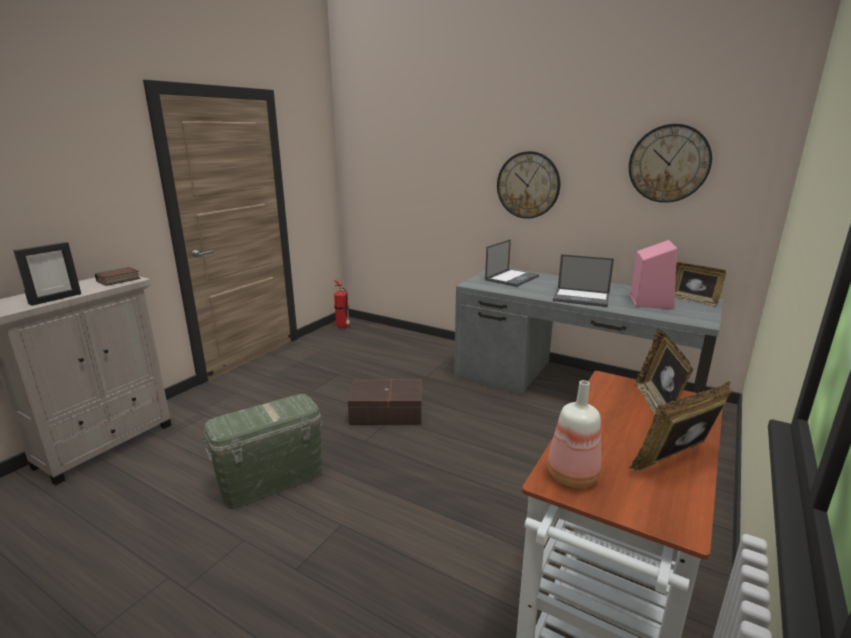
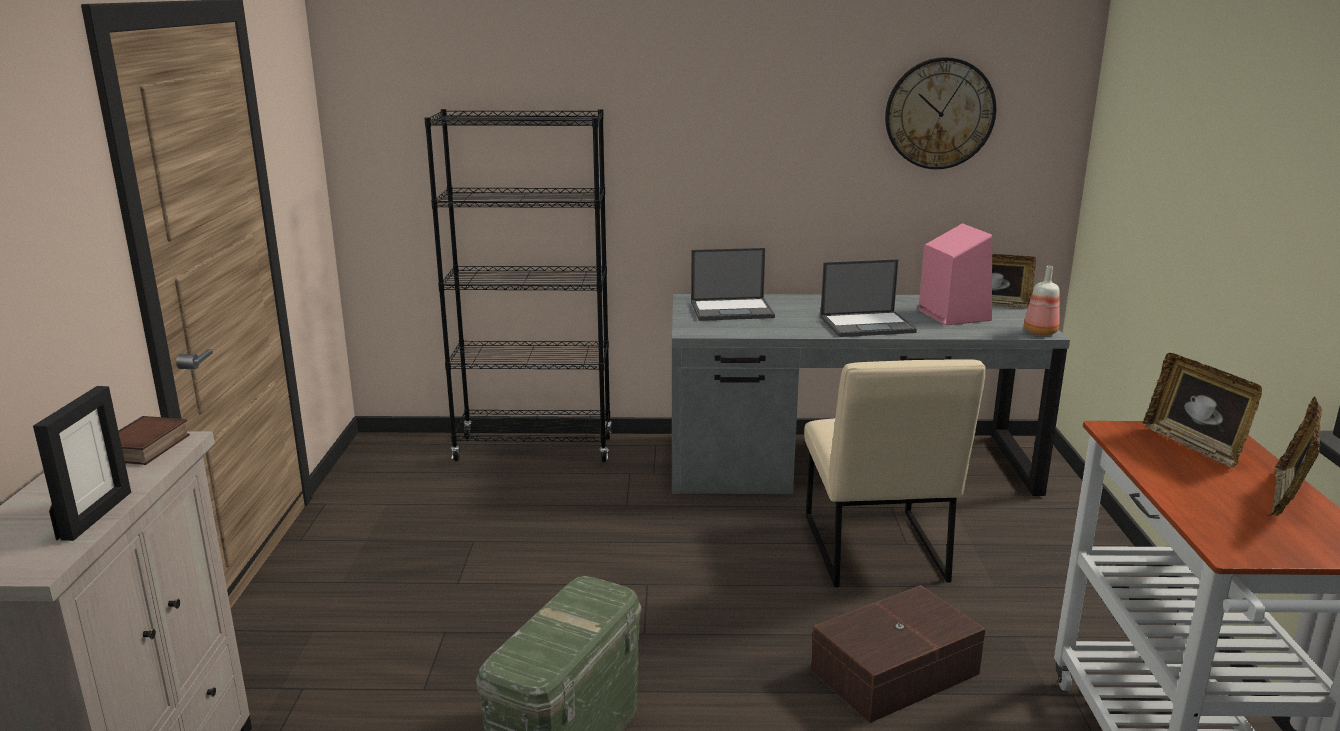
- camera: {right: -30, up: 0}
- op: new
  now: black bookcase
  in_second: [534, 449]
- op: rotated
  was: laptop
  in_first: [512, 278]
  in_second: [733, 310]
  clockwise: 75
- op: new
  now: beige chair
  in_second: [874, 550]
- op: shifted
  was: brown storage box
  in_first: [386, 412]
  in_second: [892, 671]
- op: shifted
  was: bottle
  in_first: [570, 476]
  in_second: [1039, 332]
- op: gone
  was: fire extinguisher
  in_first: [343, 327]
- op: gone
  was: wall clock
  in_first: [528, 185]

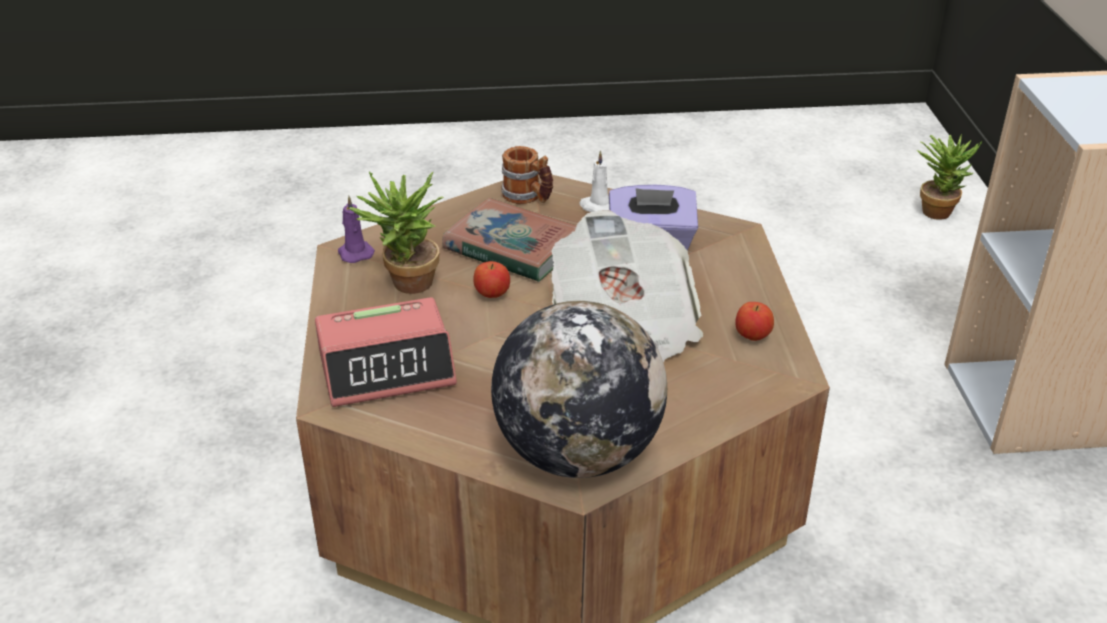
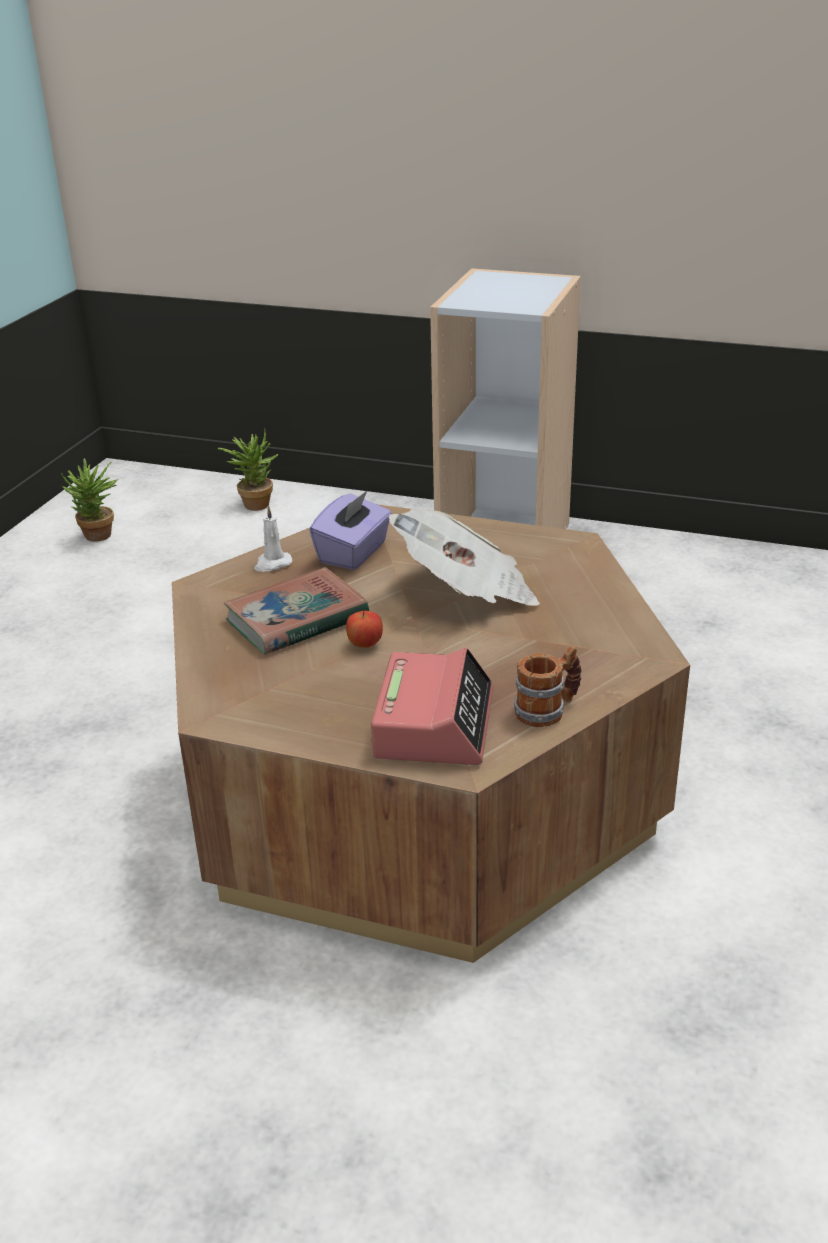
- camera: {right: -65, up: -5}
- op: shifted
  was: potted plant
  in_first: [405, 285]
  in_second: [98, 538]
- op: shifted
  was: mug
  in_first: [528, 197]
  in_second: [547, 710]
- op: gone
  was: purple candle
  in_first: [355, 253]
- op: gone
  was: globe
  in_first: [577, 453]
- op: gone
  was: apple
  in_first: [752, 336]

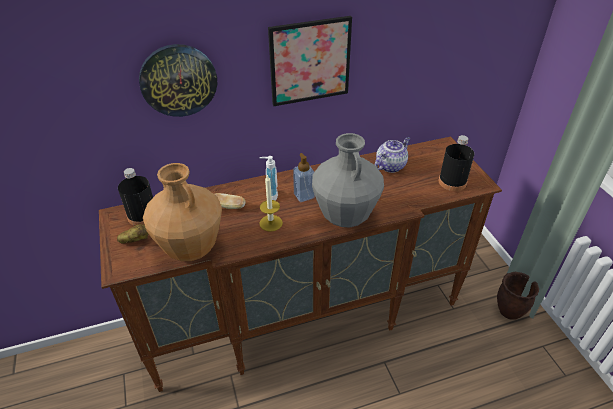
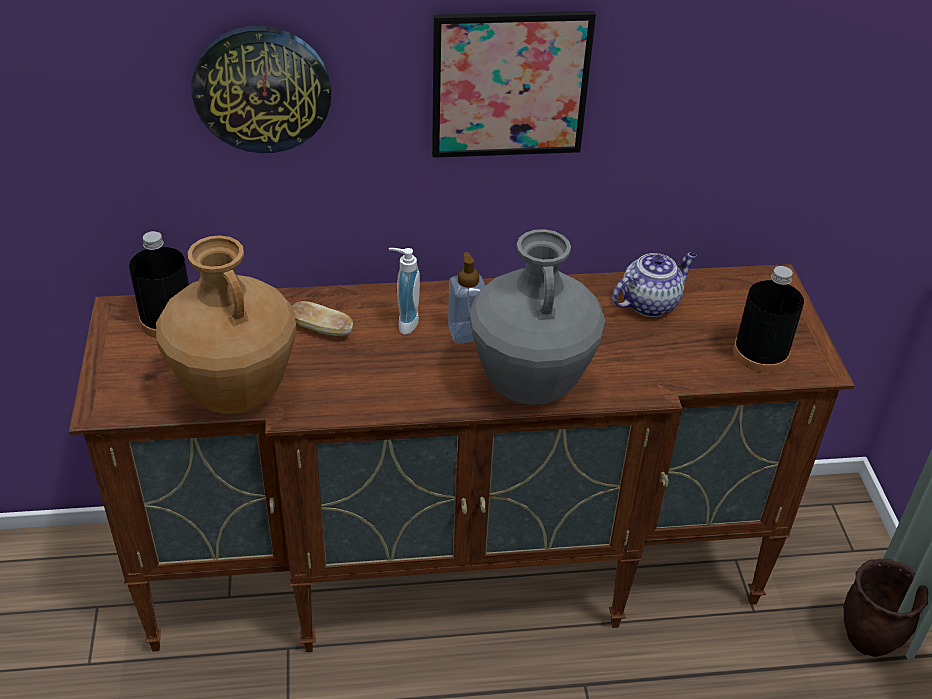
- camera: {right: 10, up: 0}
- op: gone
  was: potato
  in_first: [135, 240]
- op: gone
  was: candle
  in_first: [271, 223]

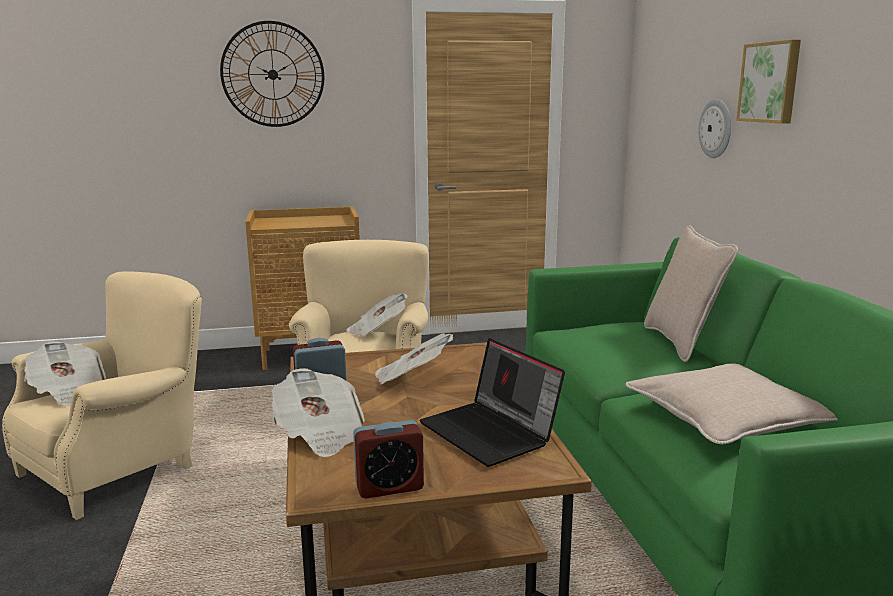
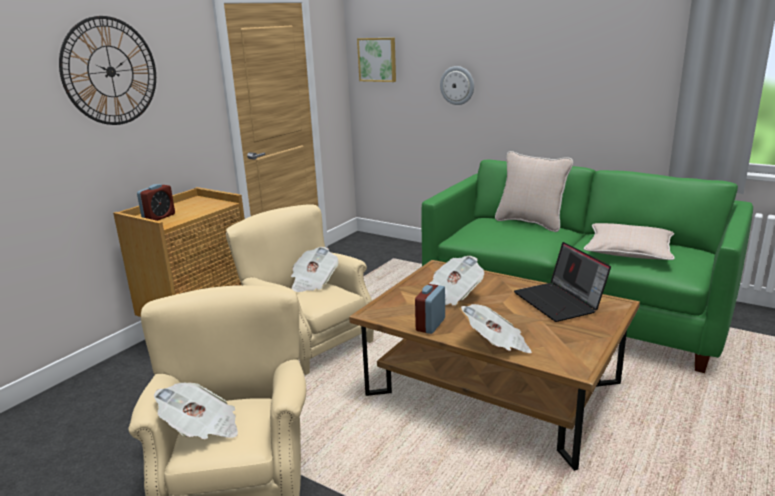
- camera: {right: -45, up: 5}
- op: shifted
  was: alarm clock
  in_first: [389, 487]
  in_second: [159, 217]
- op: shifted
  was: picture
  in_first: [770, 82]
  in_second: [377, 59]
- op: rotated
  was: laptop
  in_first: [491, 433]
  in_second: [560, 302]
  clockwise: 60

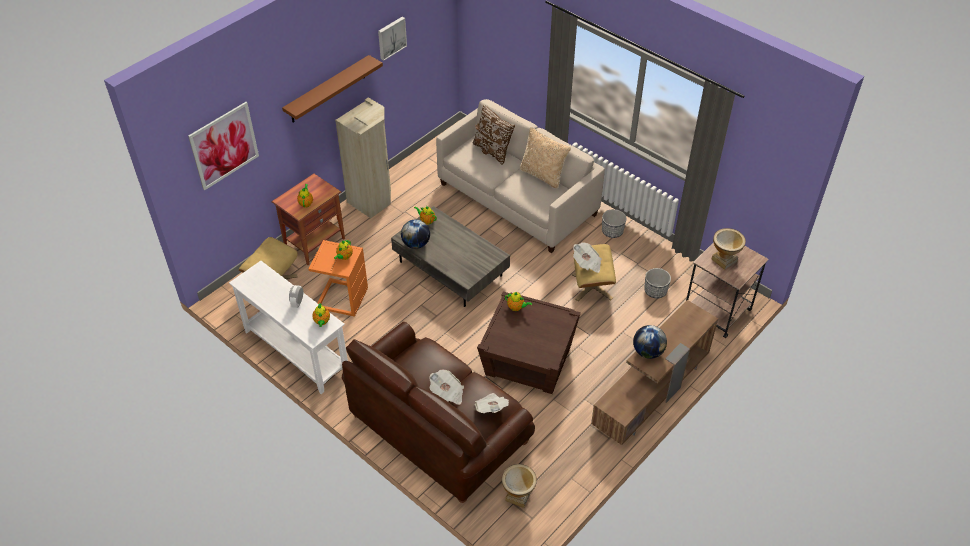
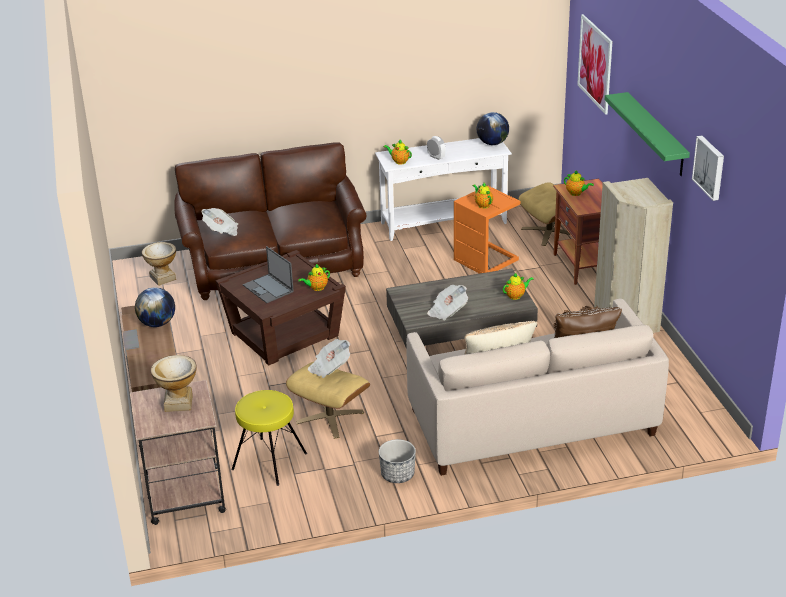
- camera: {right: 125, up: -15}
- op: swapped
  was: planter
  now: yellow stool
  in_first: [655, 291]
  in_second: [269, 461]
- op: new
  now: laptop
  in_second: [268, 289]
- op: shifted
  was: newspaper
  in_first: [447, 393]
  in_second: [447, 311]
- op: shifted
  was: globe
  in_first: [416, 244]
  in_second: [492, 143]
- op: repainted
  was: brown shelf
  now: green shelf
  in_first: [328, 90]
  in_second: [656, 134]

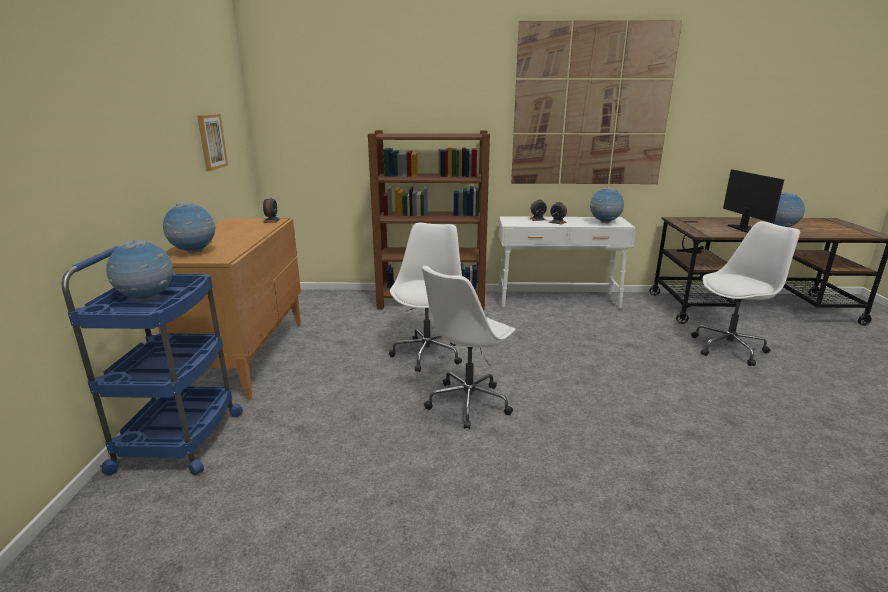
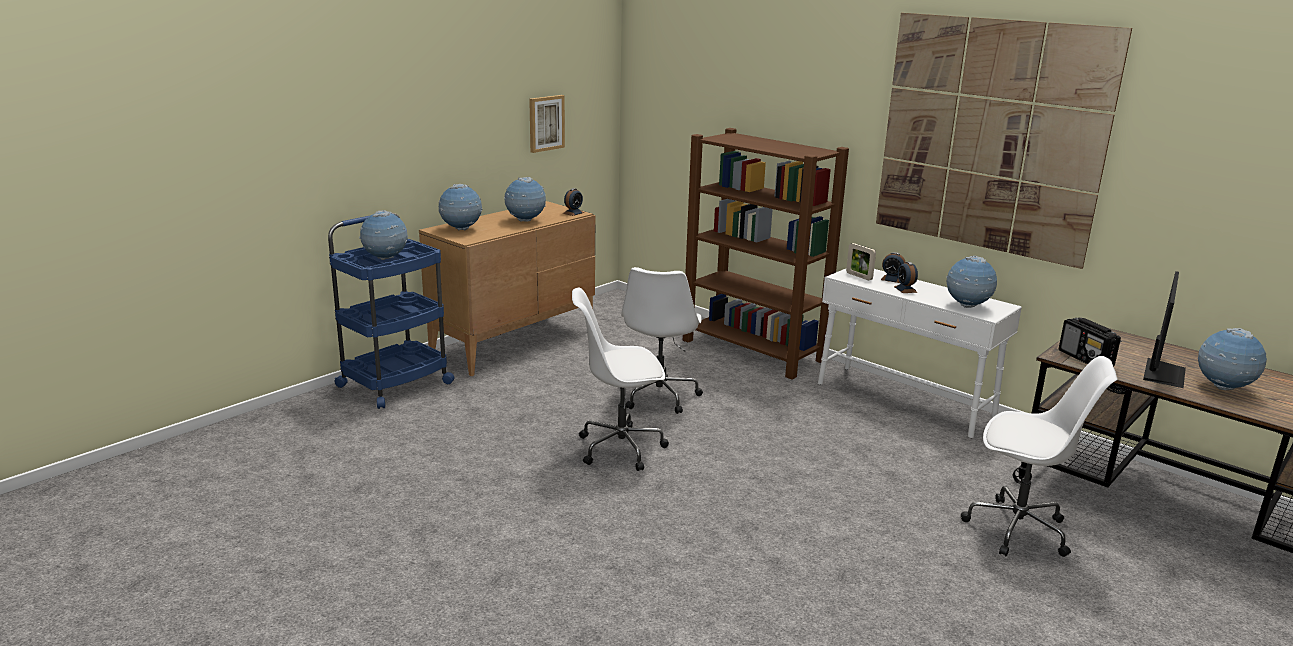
- camera: {right: 40, up: 0}
- op: new
  now: globe
  in_second: [525, 221]
- op: rotated
  was: white office chair
  in_first: [428, 354]
  in_second: [658, 397]
  clockwise: 135
- op: new
  now: picture frame
  in_second: [859, 276]
- op: new
  now: radio
  in_second: [1085, 359]

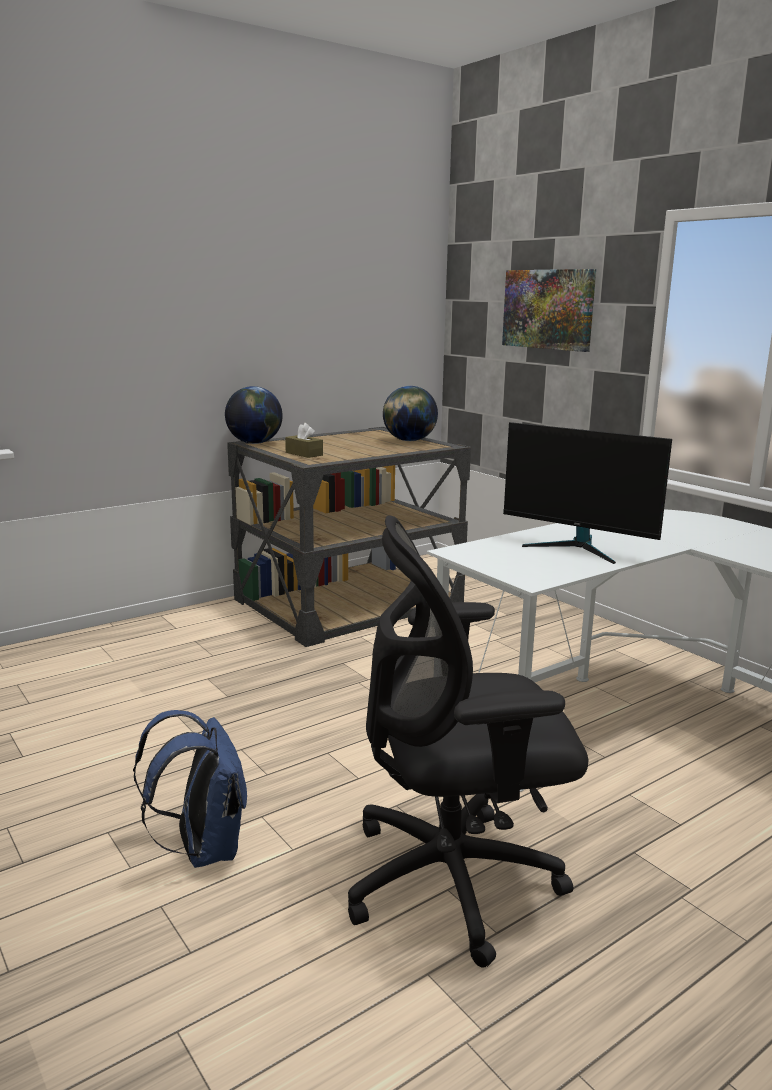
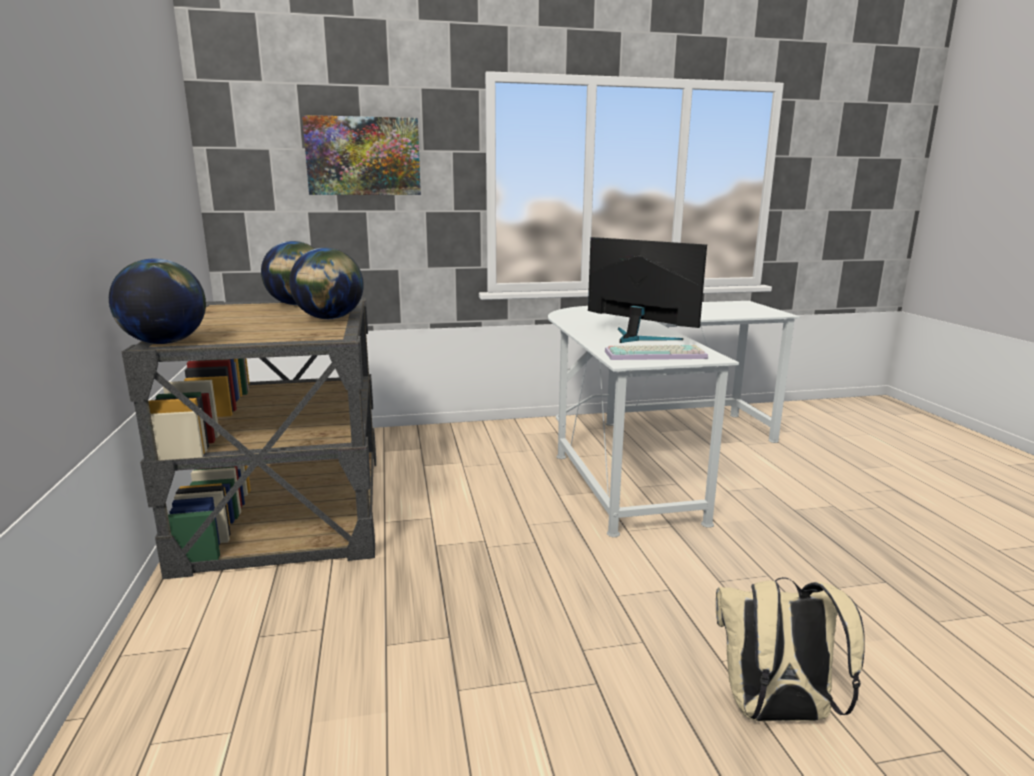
- camera: {right: -65, up: 0}
- op: new
  now: globe
  in_second: [330, 318]
- op: rotated
  was: monitor
  in_first: [578, 547]
  in_second: [637, 337]
  clockwise: -105
- op: new
  now: keyboard
  in_second: [656, 354]
- op: repainted
  was: blue backpack
  now: beige backpack
  in_first: [203, 848]
  in_second: [774, 713]
- op: gone
  was: brown tissue box
  in_first: [304, 454]
- op: gone
  was: black office chair
  in_first: [463, 874]

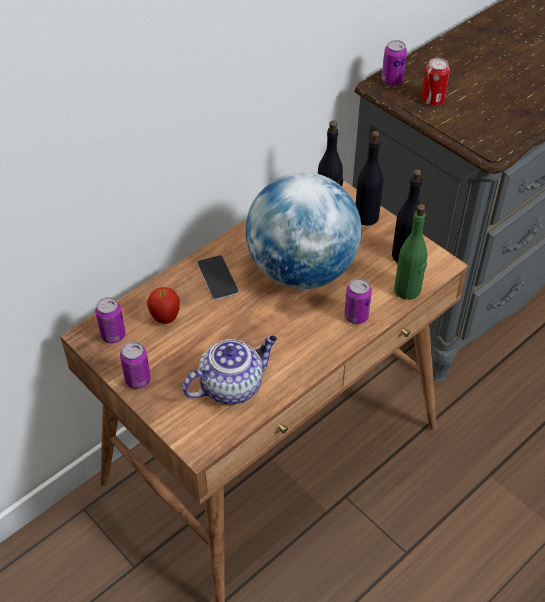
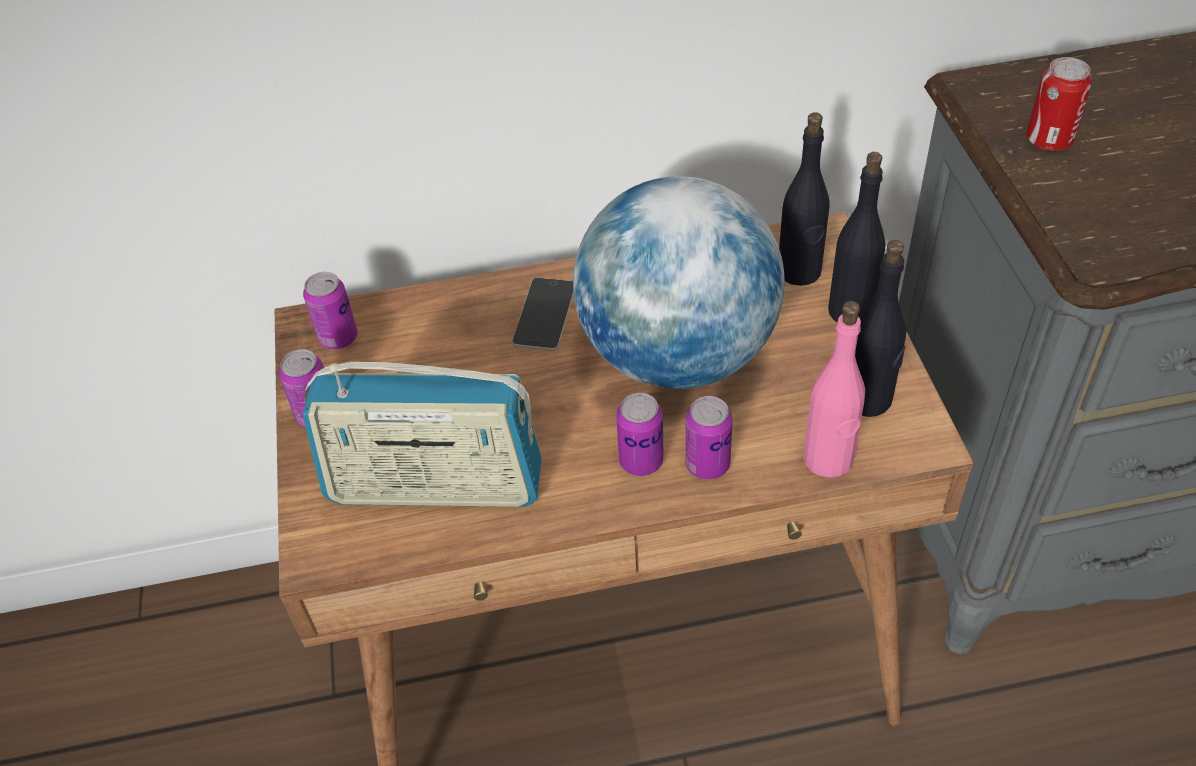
- camera: {right: 35, up: 0}
- op: swapped
  was: teapot
  now: radio
  in_first: [232, 385]
  in_second: [435, 486]
- op: shifted
  was: can
  in_first: [392, 81]
  in_second: [641, 461]
- op: repainted
  was: green bottle
  now: pink bottle
  in_first: [407, 290]
  in_second: [828, 459]
- op: gone
  was: apple
  in_first: [165, 318]

